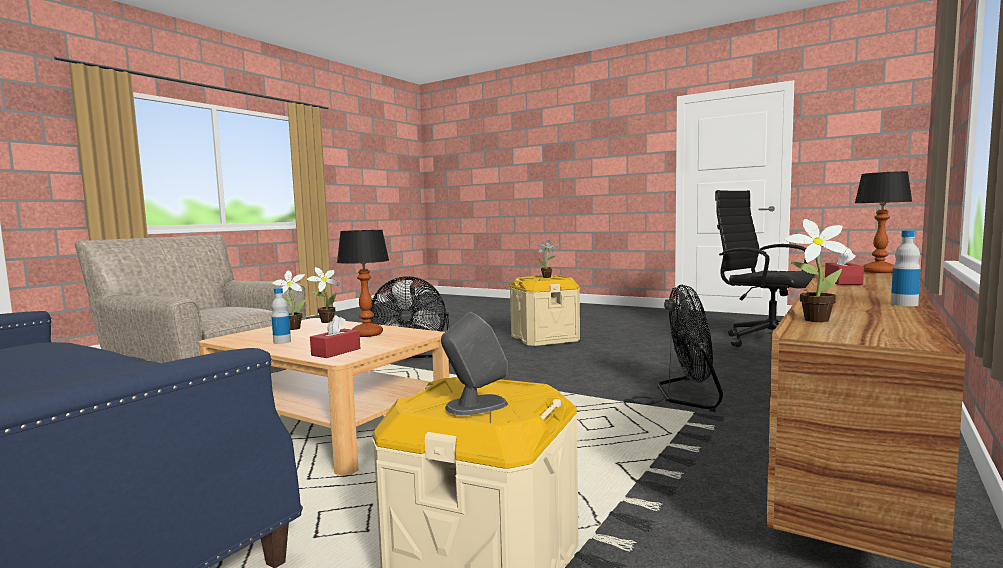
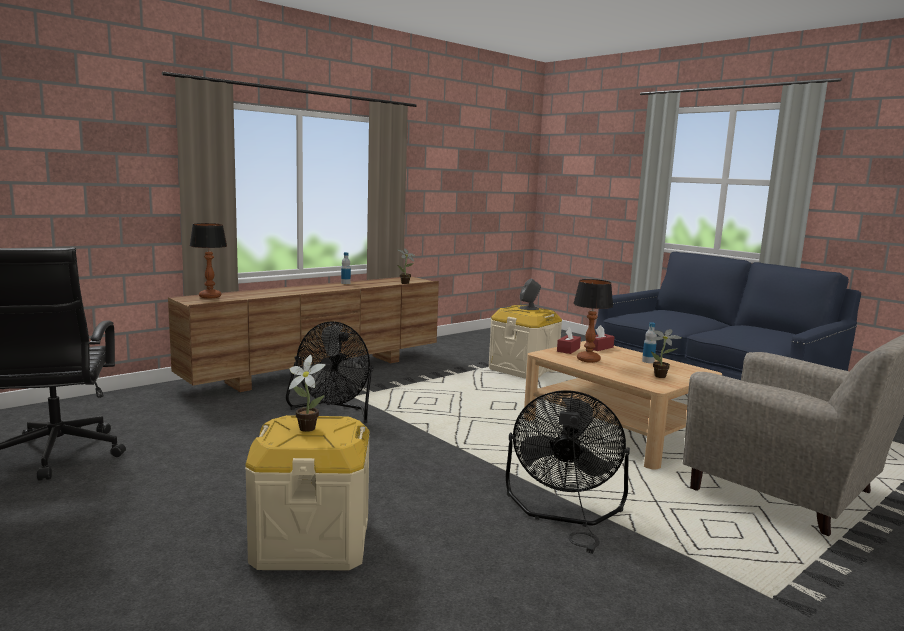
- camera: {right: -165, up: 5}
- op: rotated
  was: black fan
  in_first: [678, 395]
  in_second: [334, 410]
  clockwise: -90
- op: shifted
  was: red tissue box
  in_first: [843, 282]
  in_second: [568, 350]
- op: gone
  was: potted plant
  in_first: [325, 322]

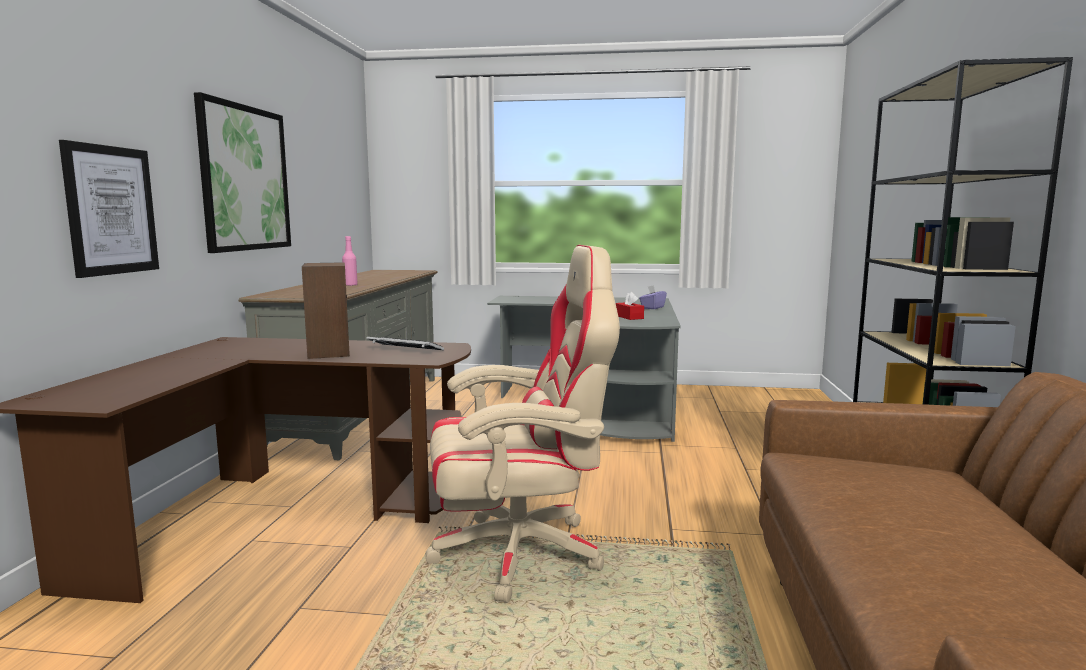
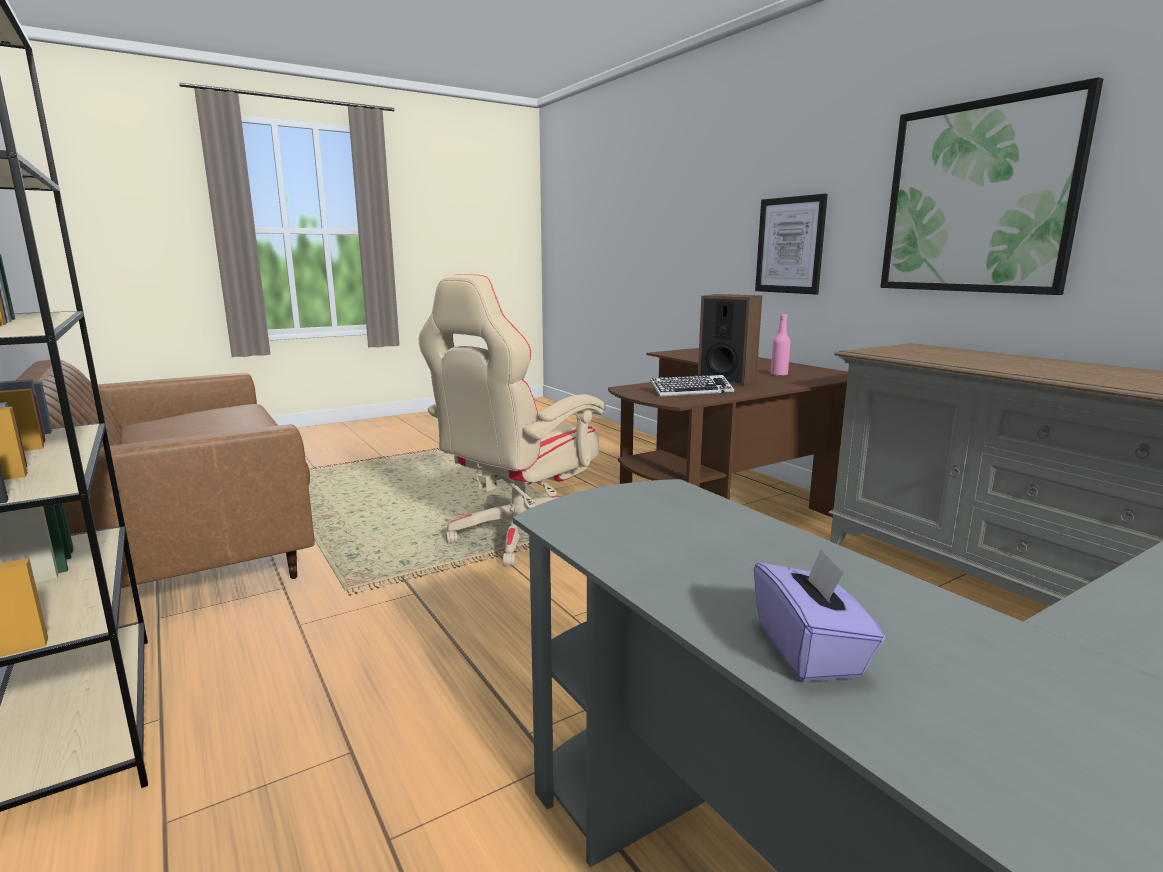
- camera: {right: 140, up: 5}
- op: shifted
  was: pink bottle
  in_first: [350, 285]
  in_second: [779, 374]
- op: gone
  was: red tissue box
  in_first: [629, 317]

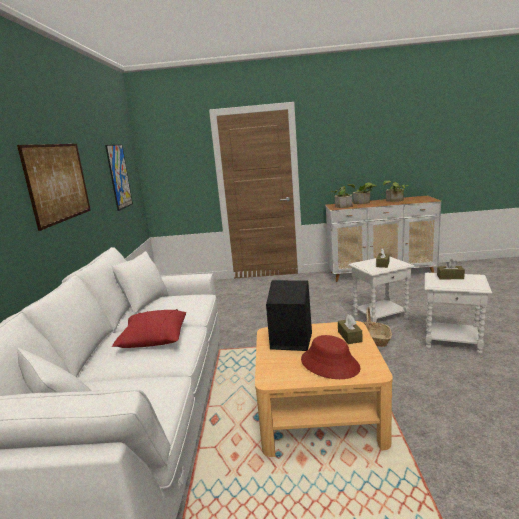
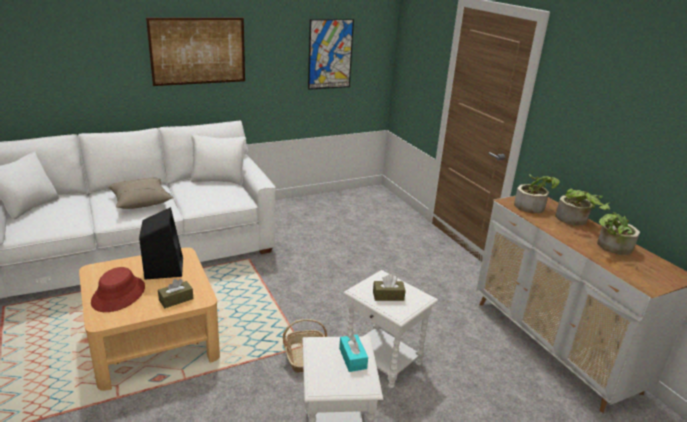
- camera: {right: 60, up: 10}
- op: repainted
  was: red pillow
  now: beige pillow
  in_first: [153, 339]
  in_second: [141, 201]
- op: repainted
  was: brown tissue box
  now: turquoise tissue box
  in_first: [450, 277]
  in_second: [352, 358]

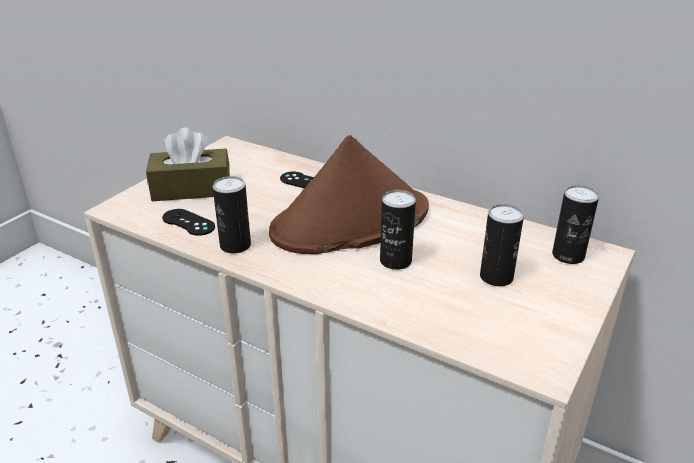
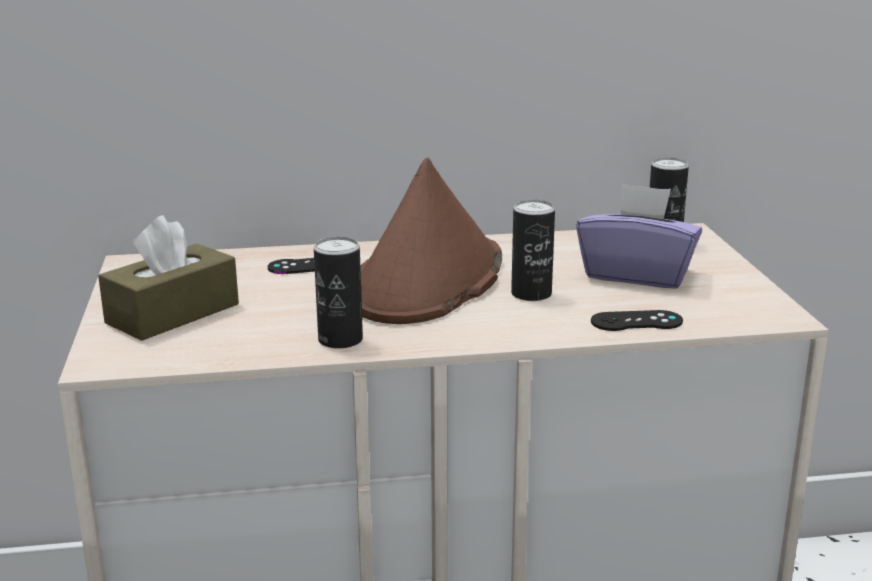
- camera: {right: -40, up: -10}
- op: swapped
  was: can
  now: purple tissue box
  in_first: [496, 277]
  in_second: [637, 274]
- op: shifted
  was: black game controller
  in_first: [188, 222]
  in_second: [636, 321]

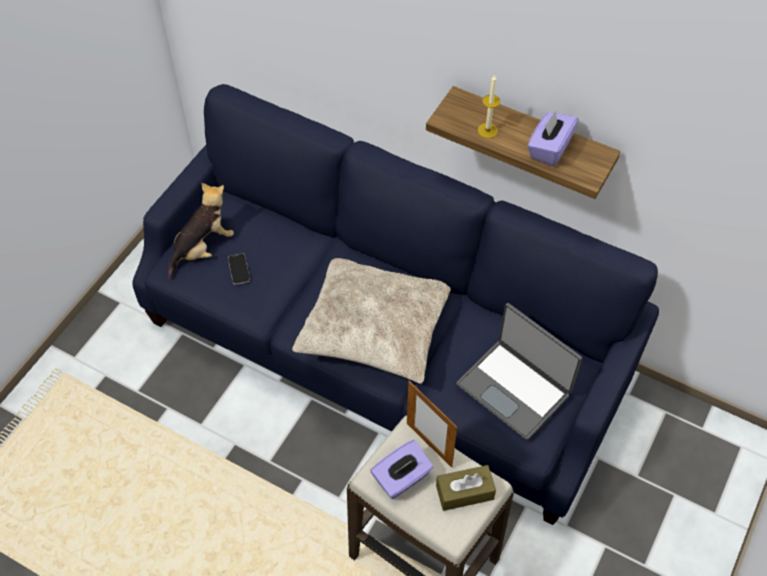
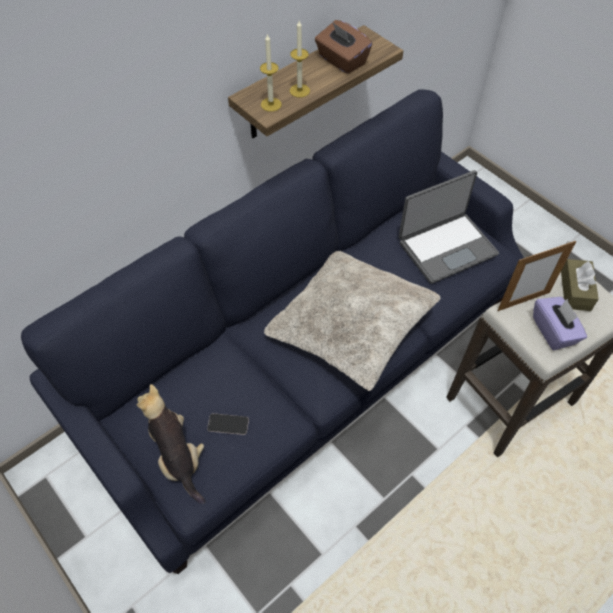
- camera: {right: -70, up: 0}
- op: new
  now: candle
  in_second: [271, 104]
- op: repainted
  was: purple tissue box
  now: brown tissue box
  in_first: [549, 148]
  in_second: [341, 61]

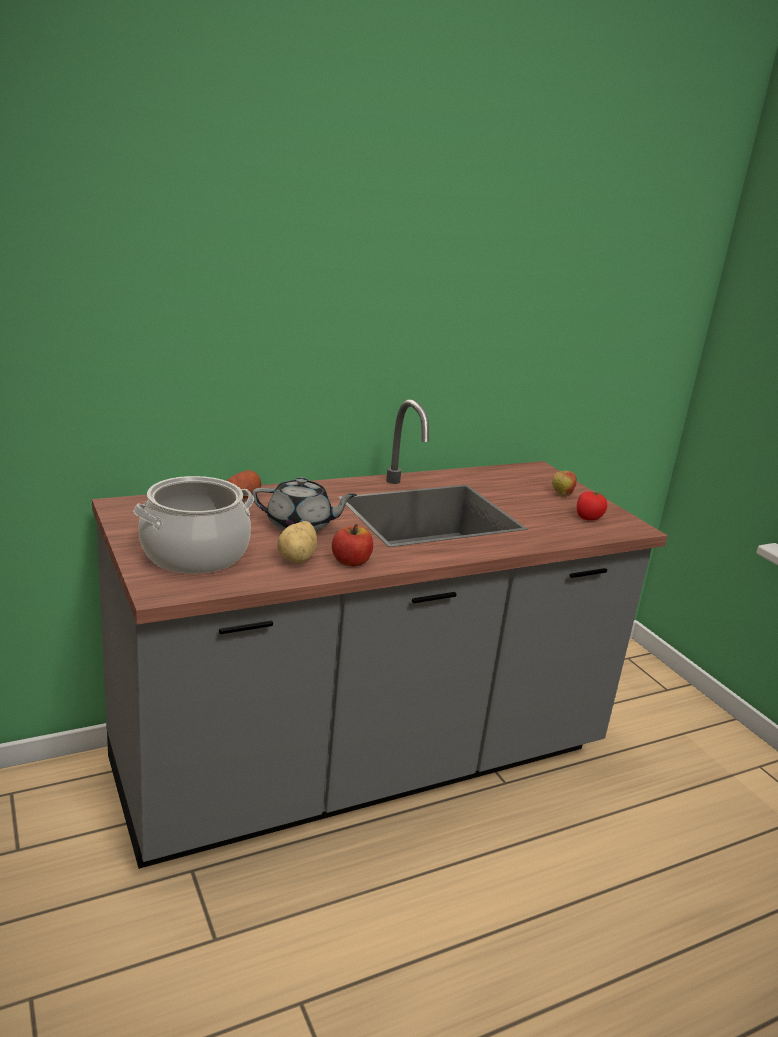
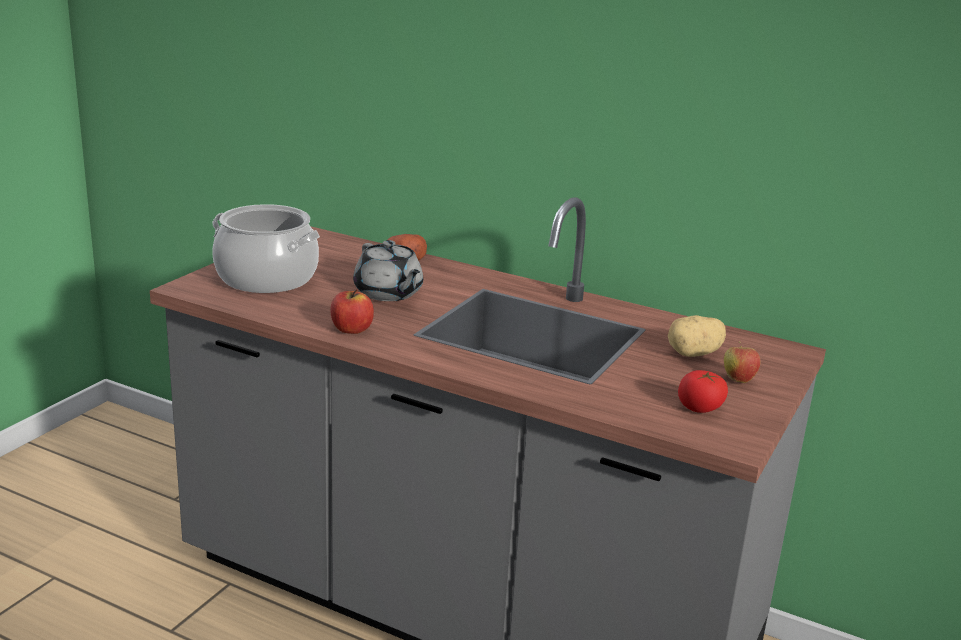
- camera: {right: 55, up: 0}
- op: shifted
  was: potato
  in_first: [298, 558]
  in_second: [694, 354]

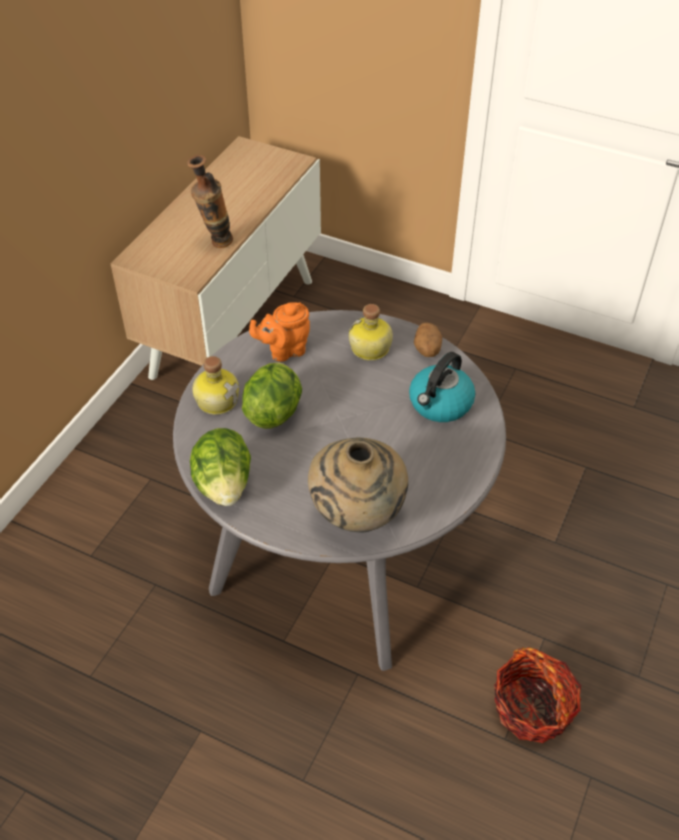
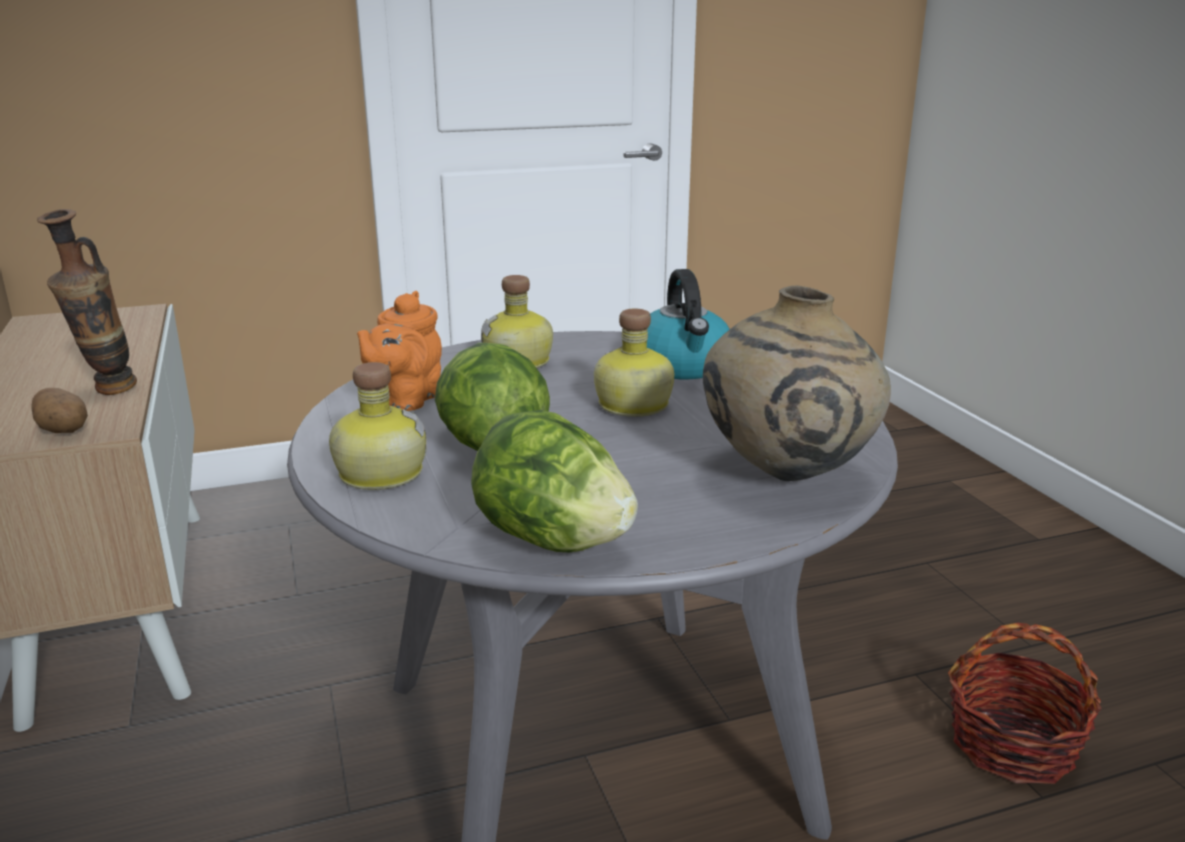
- camera: {right: -45, up: -25}
- op: shifted
  was: potato
  in_first: [427, 350]
  in_second: [64, 430]
- op: new
  now: bottle
  in_second: [632, 406]

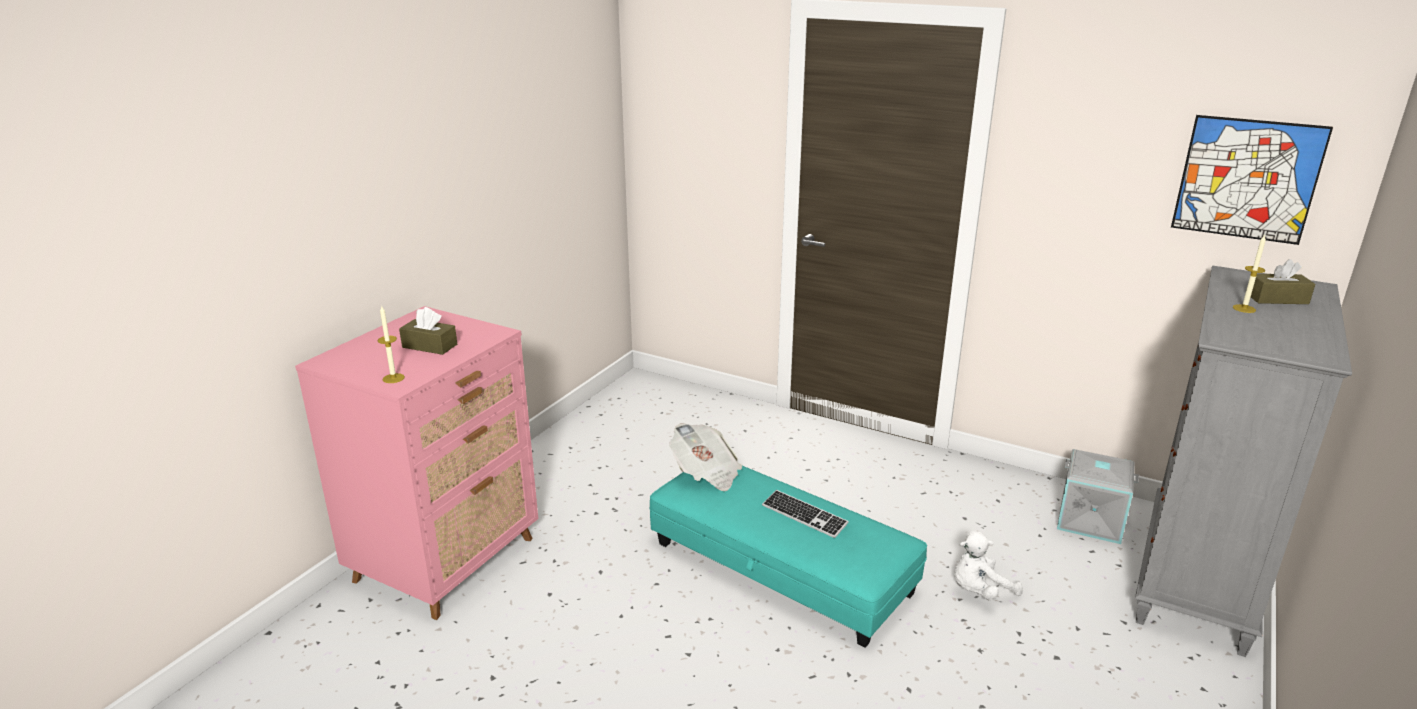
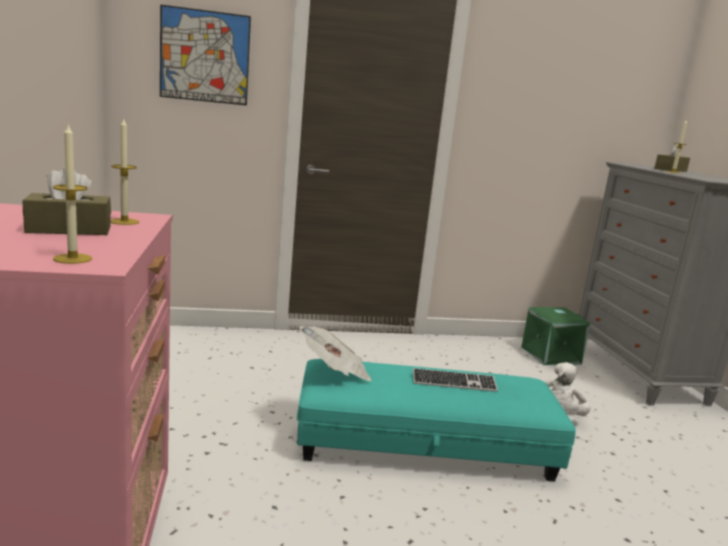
- camera: {right: -40, up: -10}
- op: new
  now: candle
  in_second: [124, 221]
- op: shifted
  was: picture
  in_first: [1247, 179]
  in_second: [205, 56]
- op: repainted
  was: grey storage box
  now: green storage box
  in_first: [1091, 519]
  in_second: [550, 355]

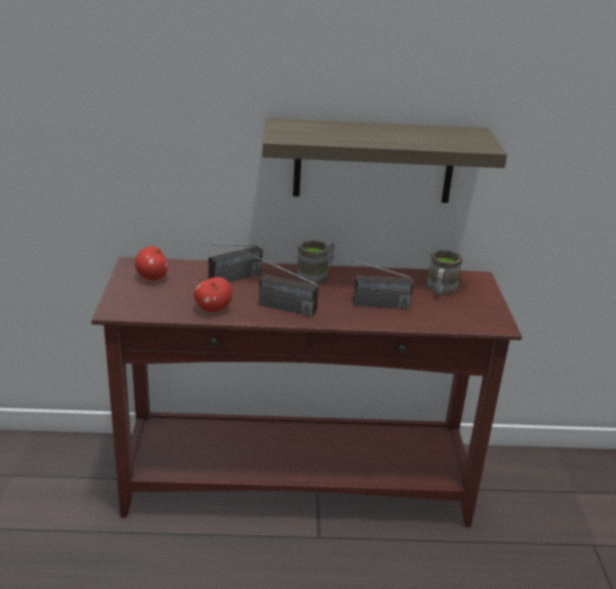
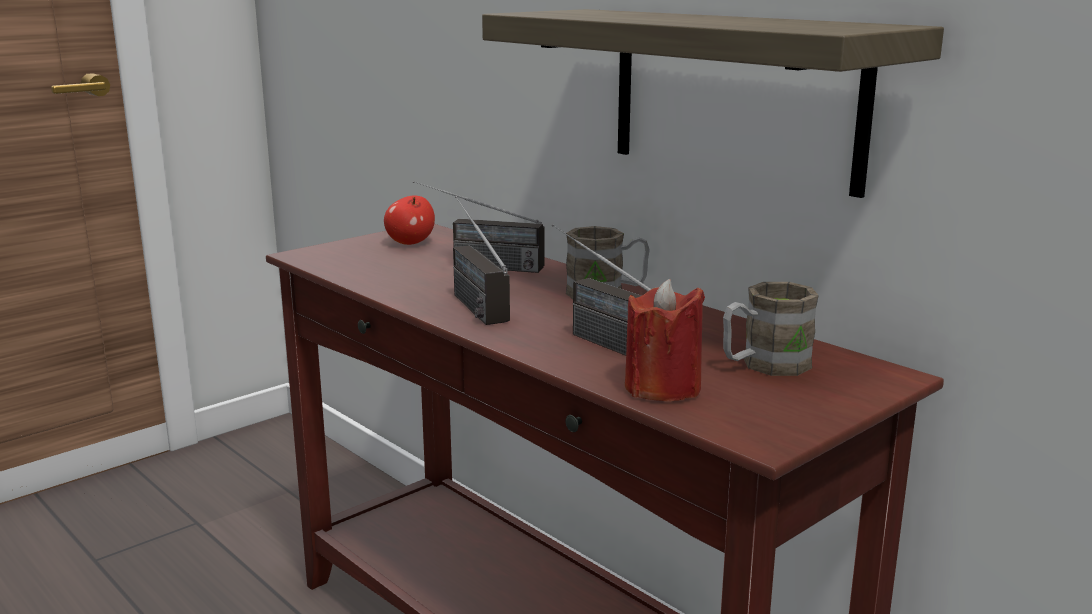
- camera: {right: 50, up: -10}
- op: new
  now: red candle
  in_second: [662, 387]
- op: gone
  was: apple
  in_first: [213, 309]

